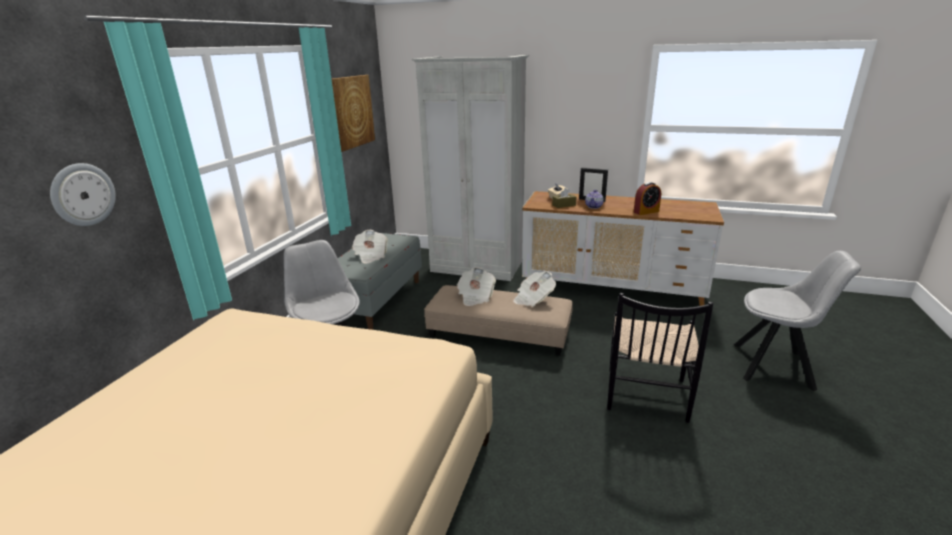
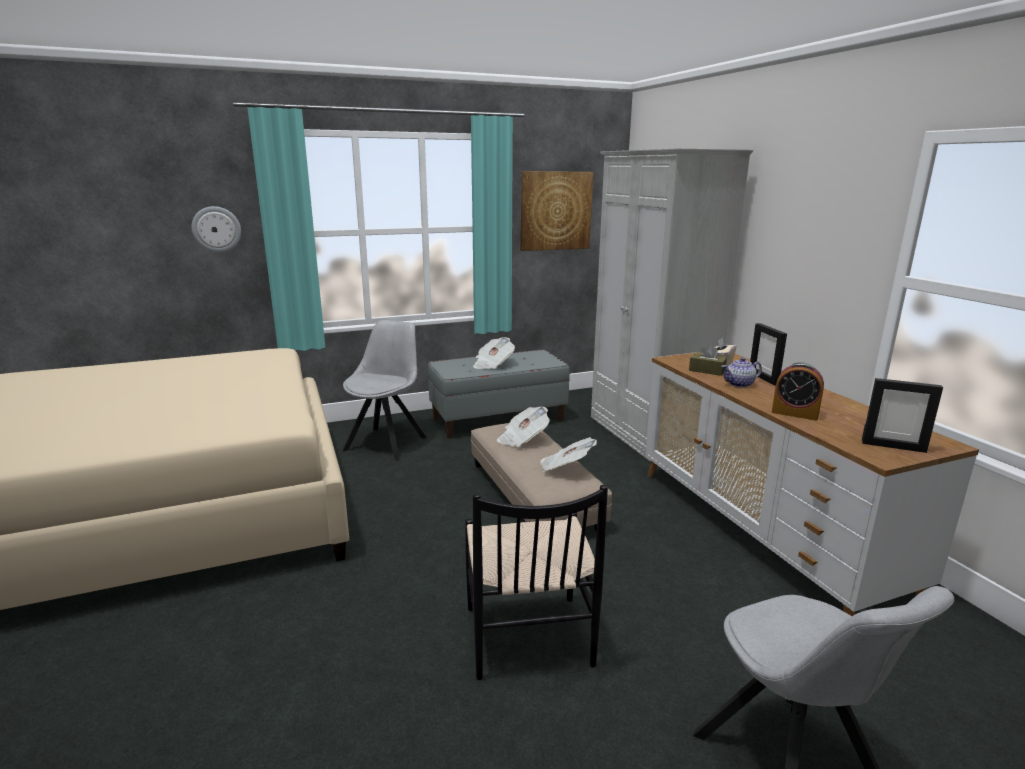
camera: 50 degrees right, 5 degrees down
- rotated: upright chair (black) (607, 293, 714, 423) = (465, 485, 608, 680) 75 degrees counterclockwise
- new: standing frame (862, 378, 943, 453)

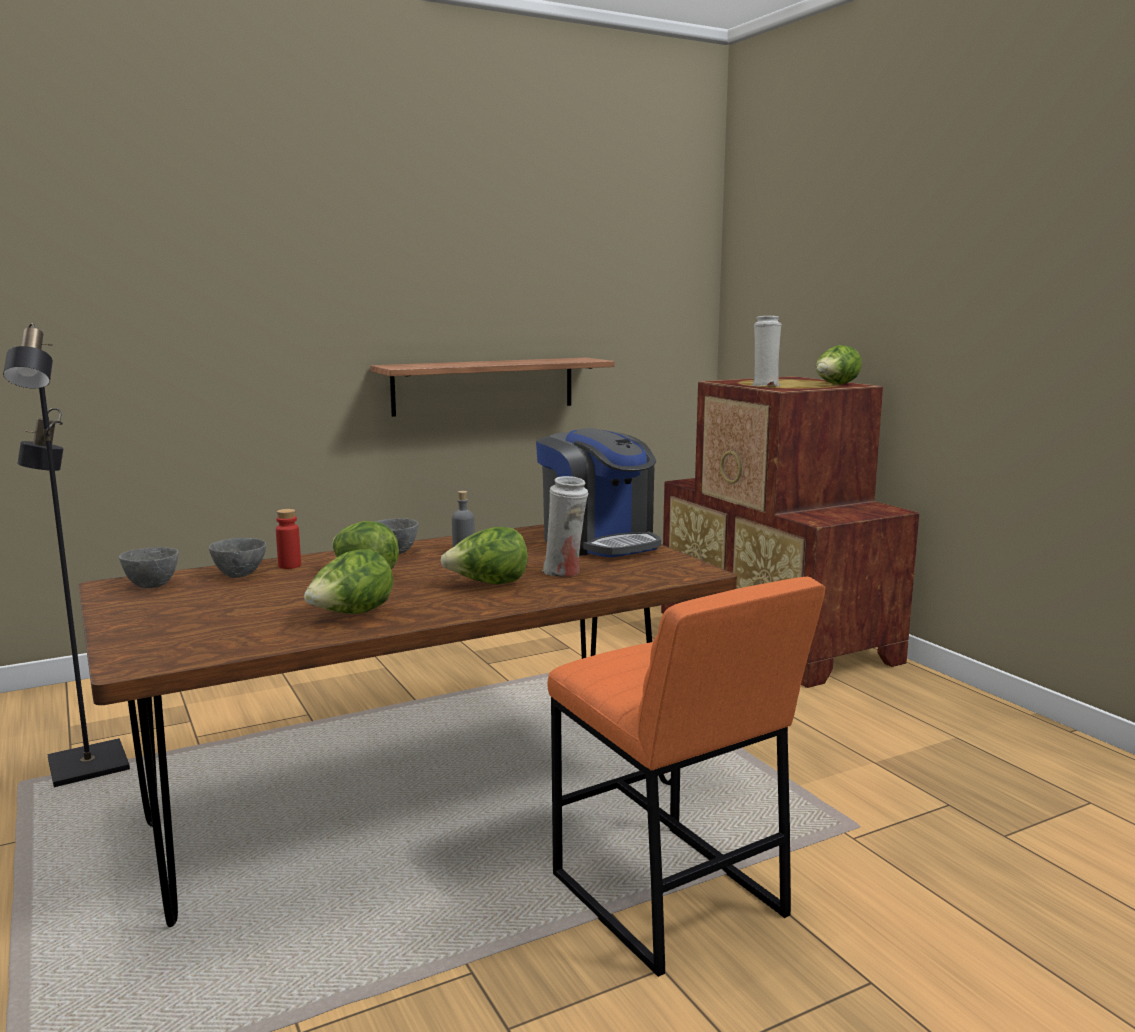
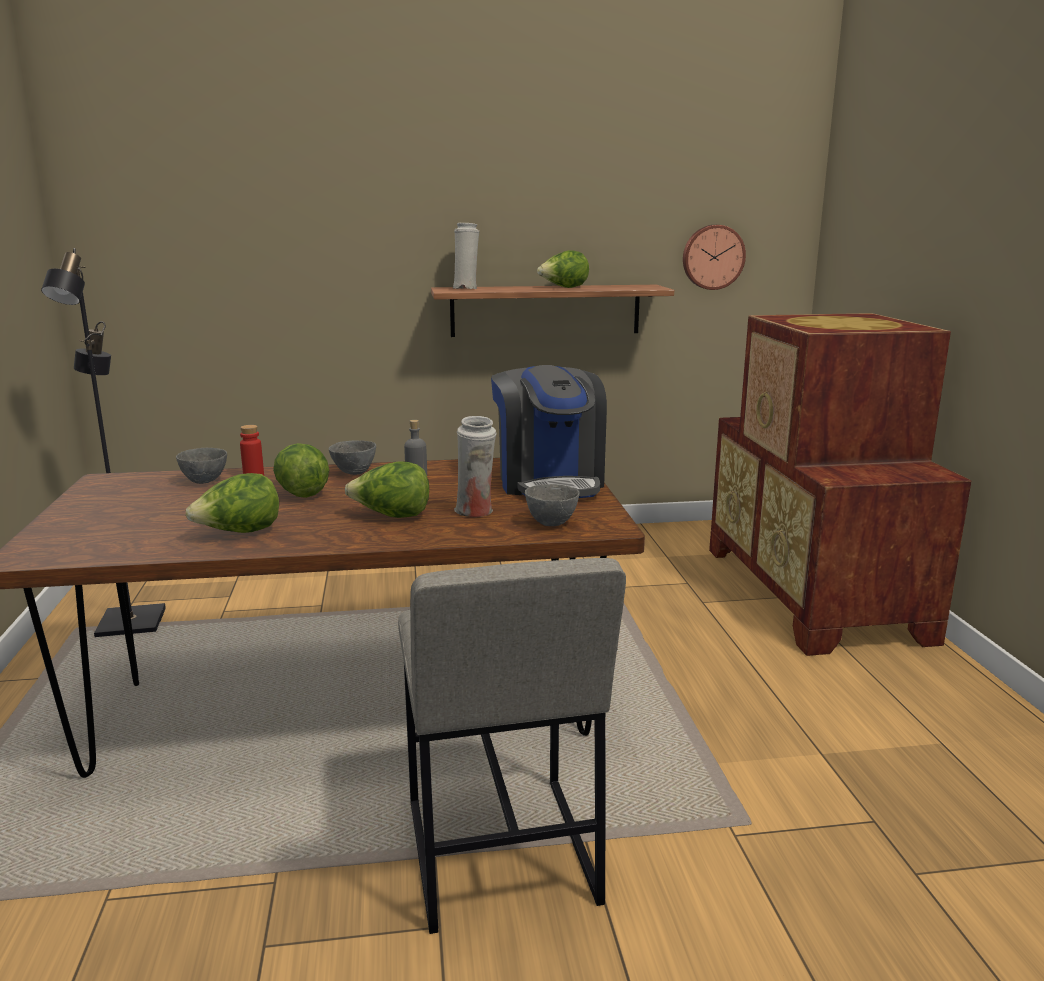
camera: 20 degrees right, 5 degrees up
- shifted: serving bowl (greyish) (119, 547, 179, 588) to (525, 484, 580, 526)
- repainted: upright chair (orange) (548, 577, 825, 977) to upright chair (greyish) (398, 558, 626, 934)
- shifted: vase (white-coloured) (753, 316, 782, 386) to (453, 223, 479, 289)
- shifted: lettuce (816, 345, 862, 385) to (537, 250, 589, 288)
- new: hanging clock (683, 225, 746, 290)

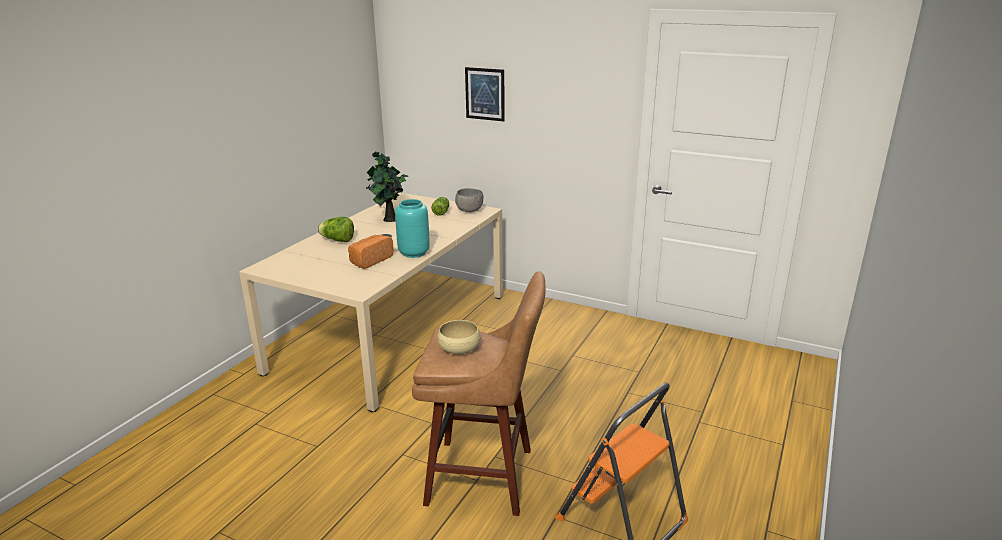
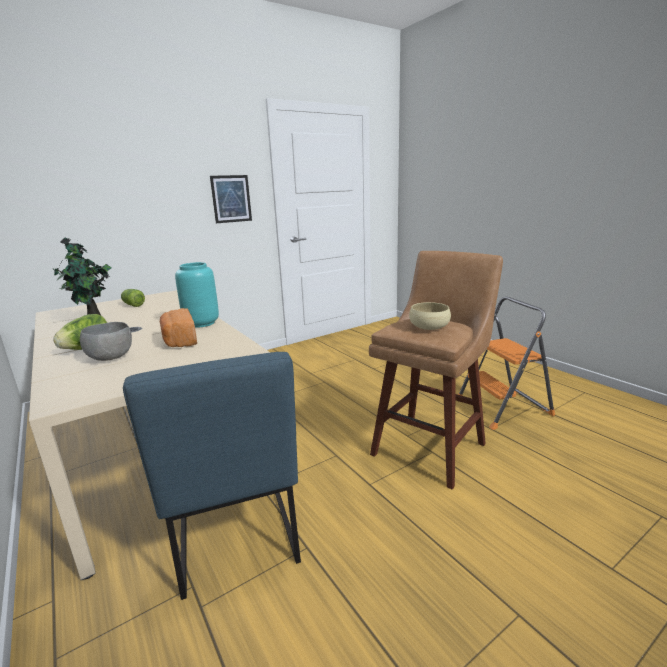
camera: 60 degrees left, 5 degrees down
- shifted: serving bowl (greyish) (455, 188, 483, 213) to (80, 322, 132, 361)
- shifted: wall art (465, 67, 505, 121) to (210, 175, 252, 223)
- new: upright chair (blue-coloured) (123, 352, 301, 600)

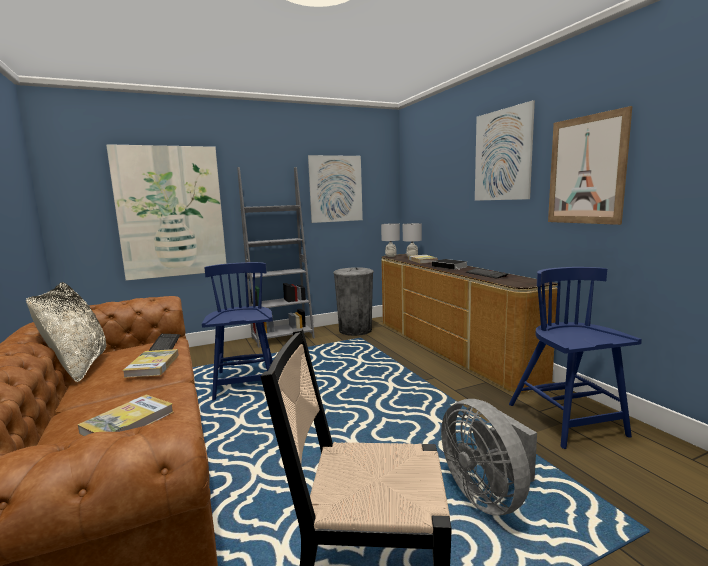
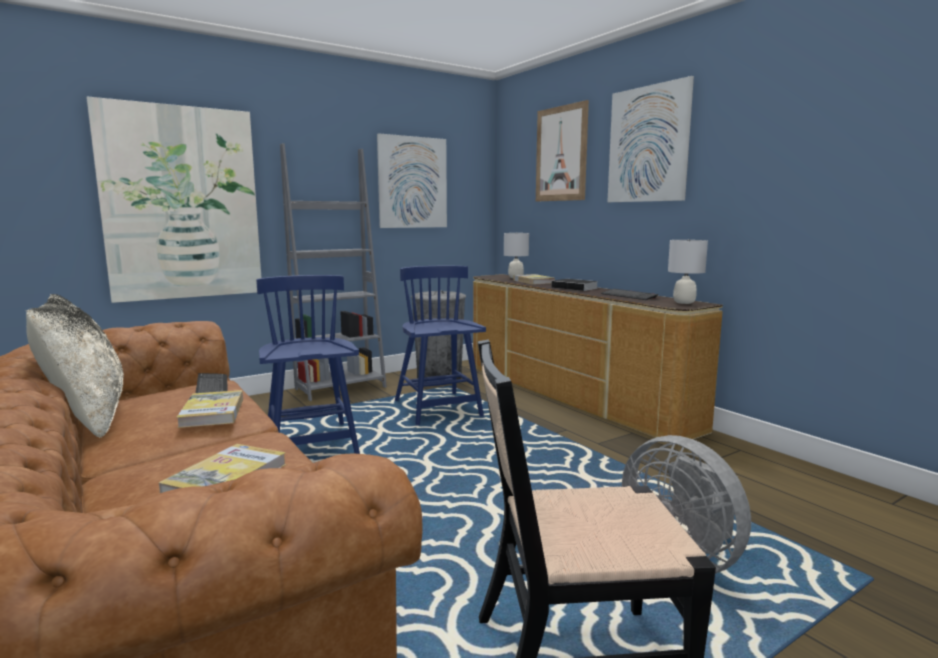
camera: 10 degrees left, 0 degrees up
- shifted: table lamp (greyish) (381, 223, 400, 257) to (668, 239, 708, 304)
- shifted: upright chair (blue-coloured) (509, 267, 642, 449) to (395, 266, 486, 425)
- shifted: wall art (548, 106, 632, 225) to (536, 100, 589, 201)

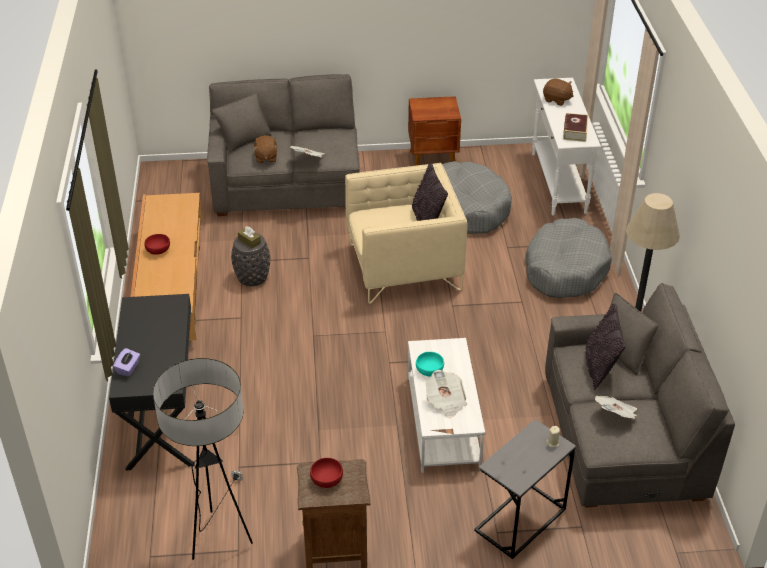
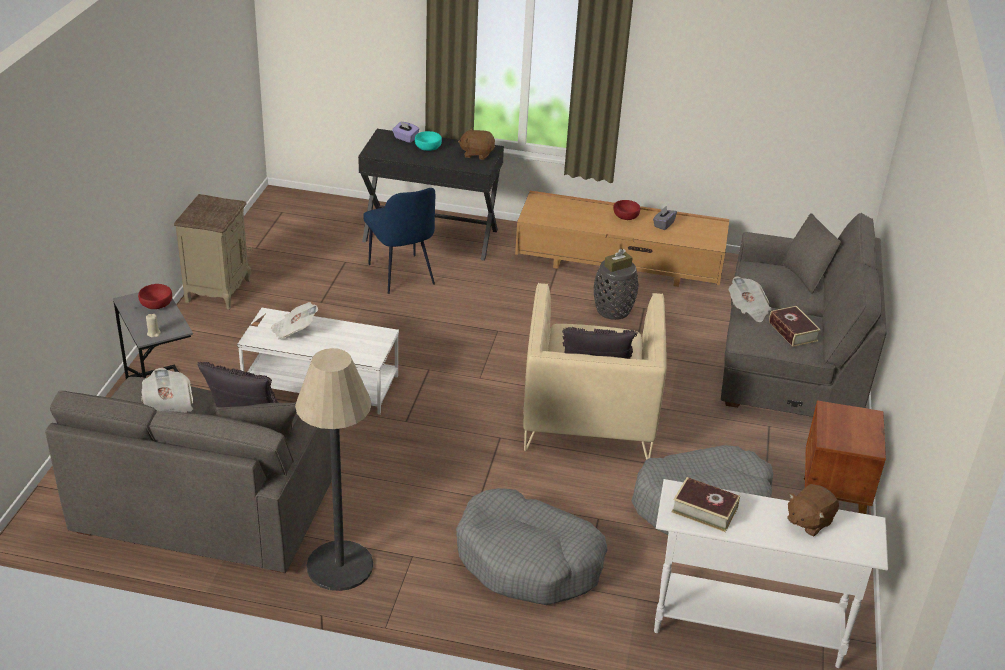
camera: 105 degrees right, 5 degrees down
- gone: standard lamp (153, 358, 253, 560)
- shifted: plush toy (brownish) (253, 135, 278, 163) to (458, 128, 495, 160)
- shifted: serving bowl (reddish) (310, 458, 343, 488) to (138, 284, 172, 309)
- shifted: serving bowl (blue-green) (416, 352, 444, 377) to (415, 131, 442, 151)
- new: upright chair (blue-coloured) (363, 188, 435, 294)
- new: tissue holder (greyish) (653, 206, 677, 230)
- new: book (769, 306, 821, 347)

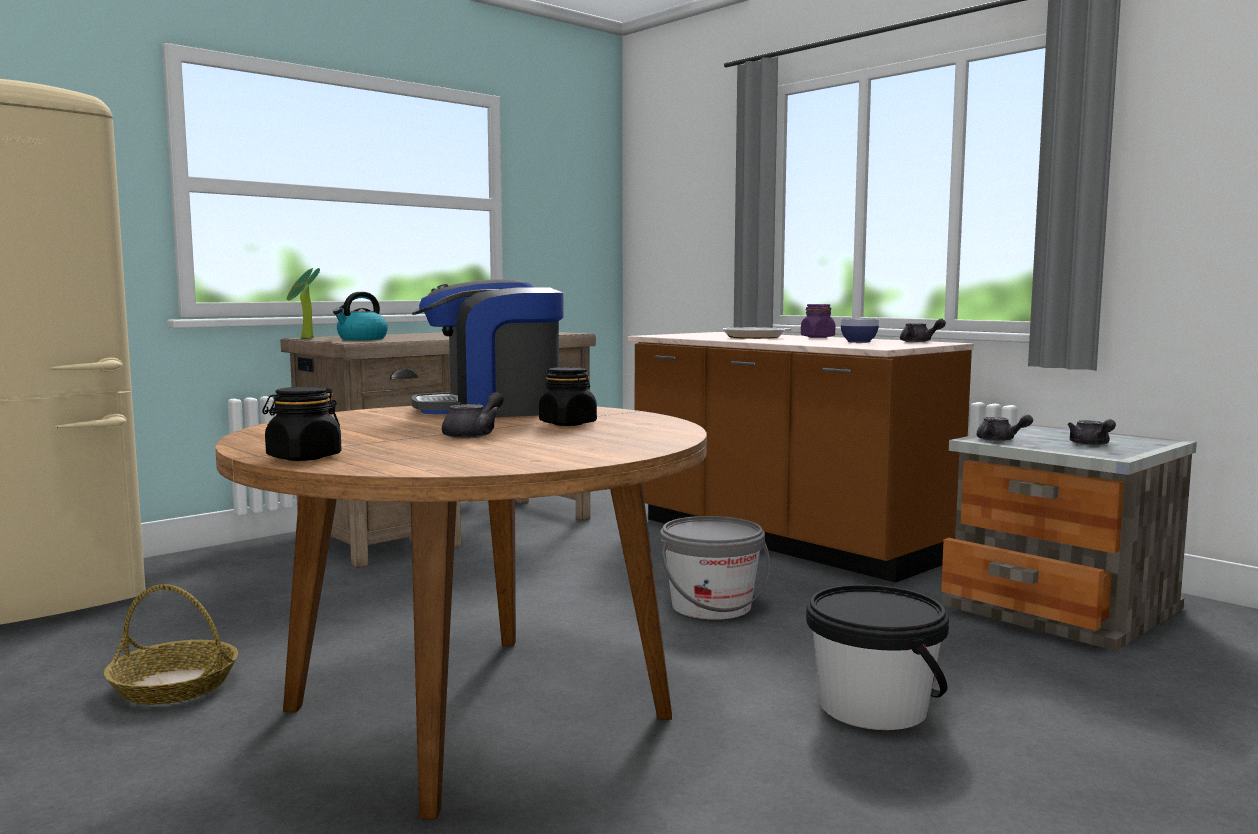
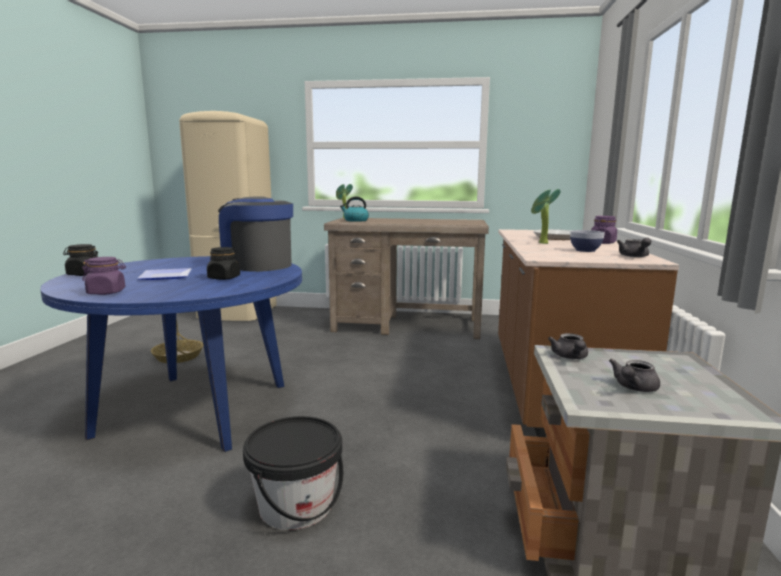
camera: 50 degrees right, 5 degrees up
- repainted: kitchen table (brownish) (215, 406, 707, 820) to kitchen table (blue-coloured) (40, 256, 302, 452)
- swapped: teapot (greyish) (442, 392, 504, 439) to flat dish (137, 268, 192, 280)
- gone: pail (greyish) (660, 516, 770, 620)
- new: storage jar (purplish) (82, 257, 126, 295)
- new: potted plant (531, 189, 561, 244)

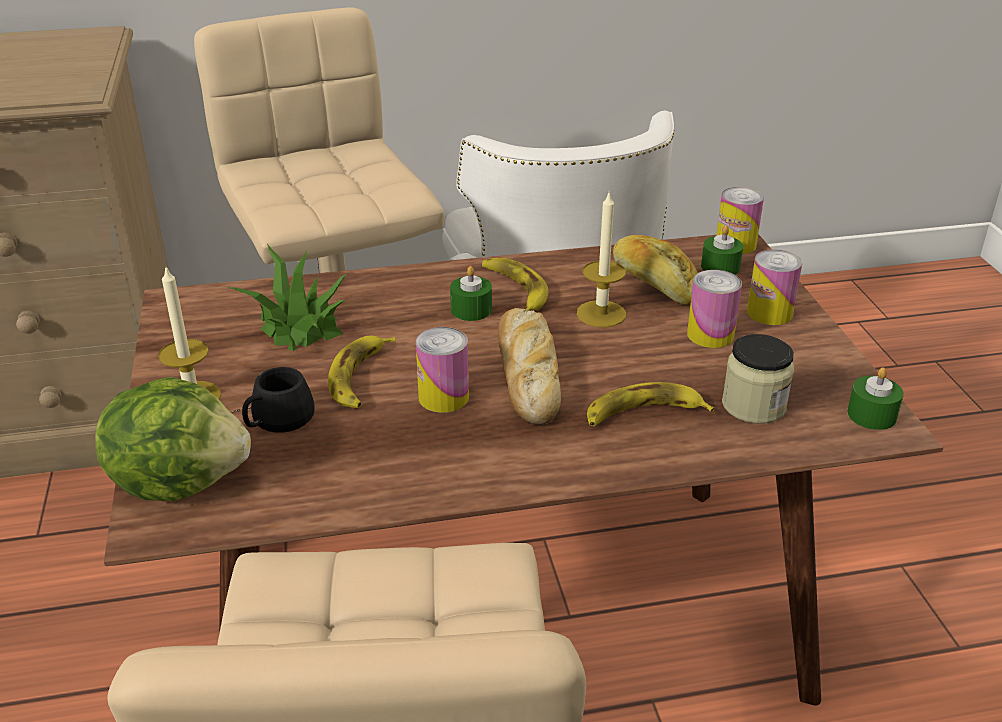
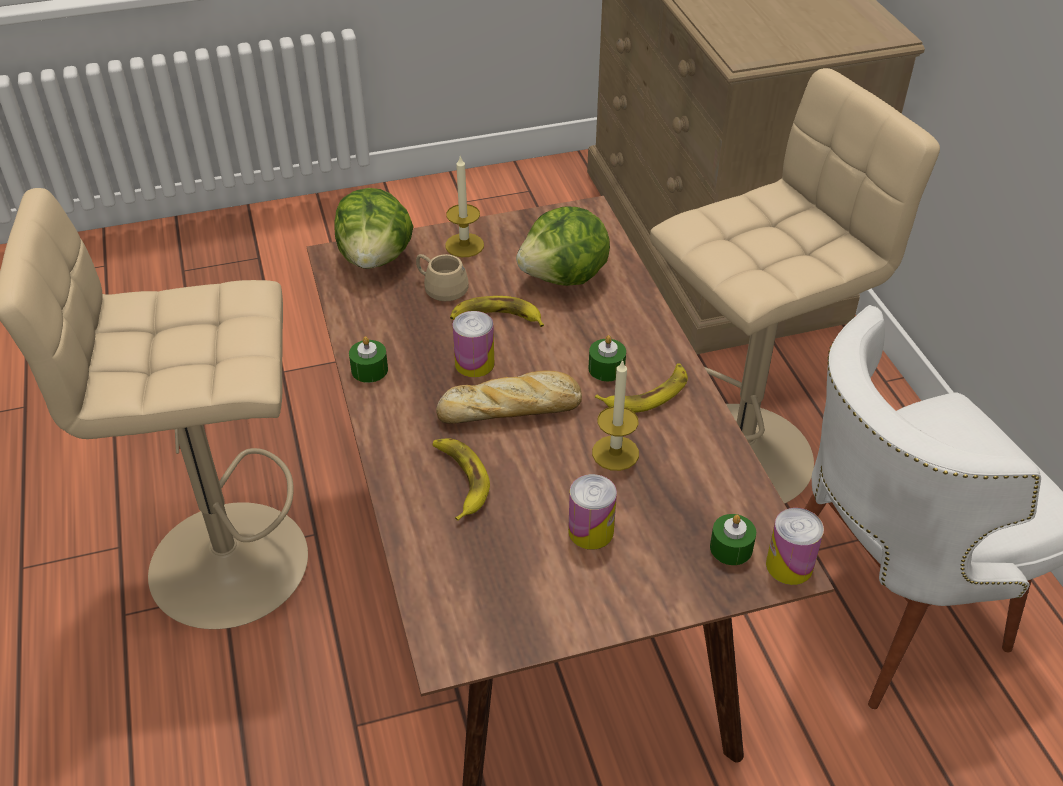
camera: 85 degrees right, 10 degrees up
- swapped: potted plant (227, 244, 346, 351) to lettuce (516, 207, 610, 286)
- repainted: coffee mug (black) (235, 367, 315, 433) to coffee mug (sand-coloured) (416, 254, 468, 301)
- gone: bread (613, 235, 698, 305)
- gone: storage jar (722, 334, 794, 424)
- gone: metal can (747, 249, 802, 325)
- shifted: wax light (greenish) (847, 367, 904, 430) to (349, 336, 388, 383)

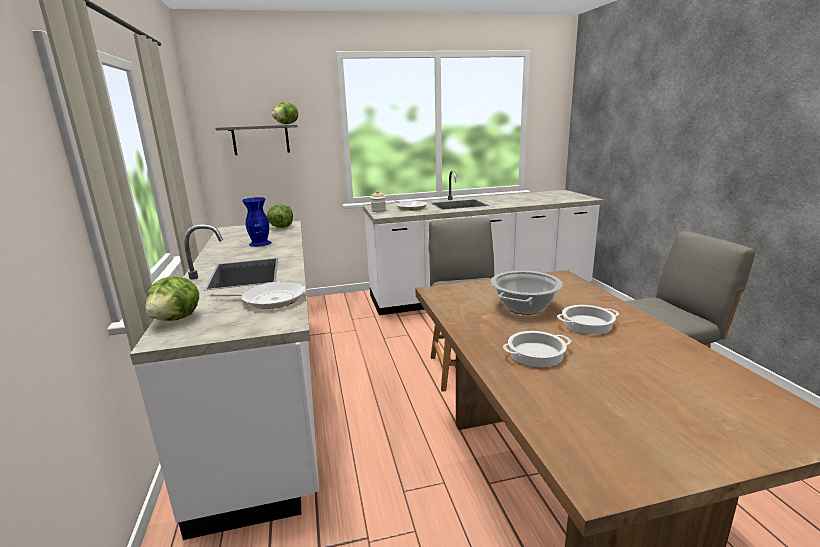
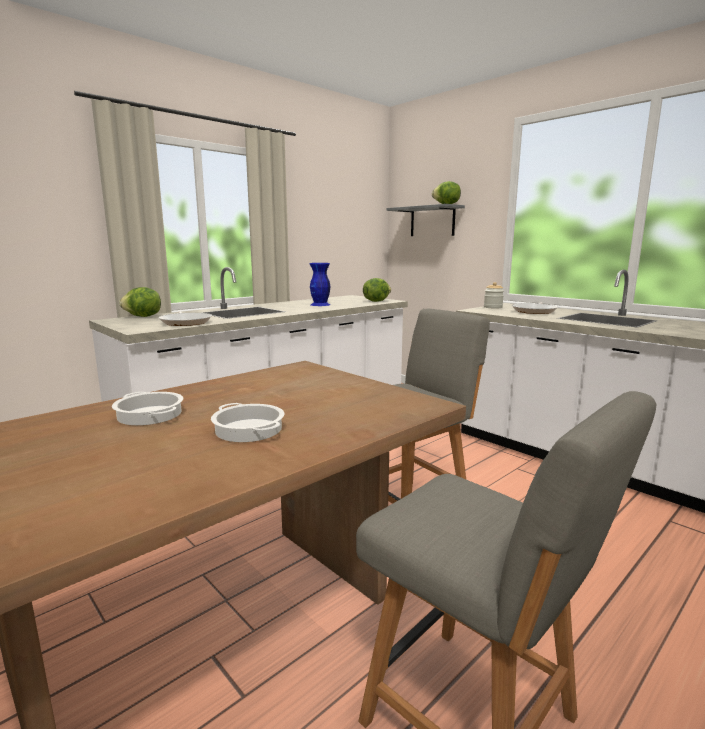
camera: 60 degrees right, 5 degrees down
- gone: saucepot (491, 271, 563, 315)

